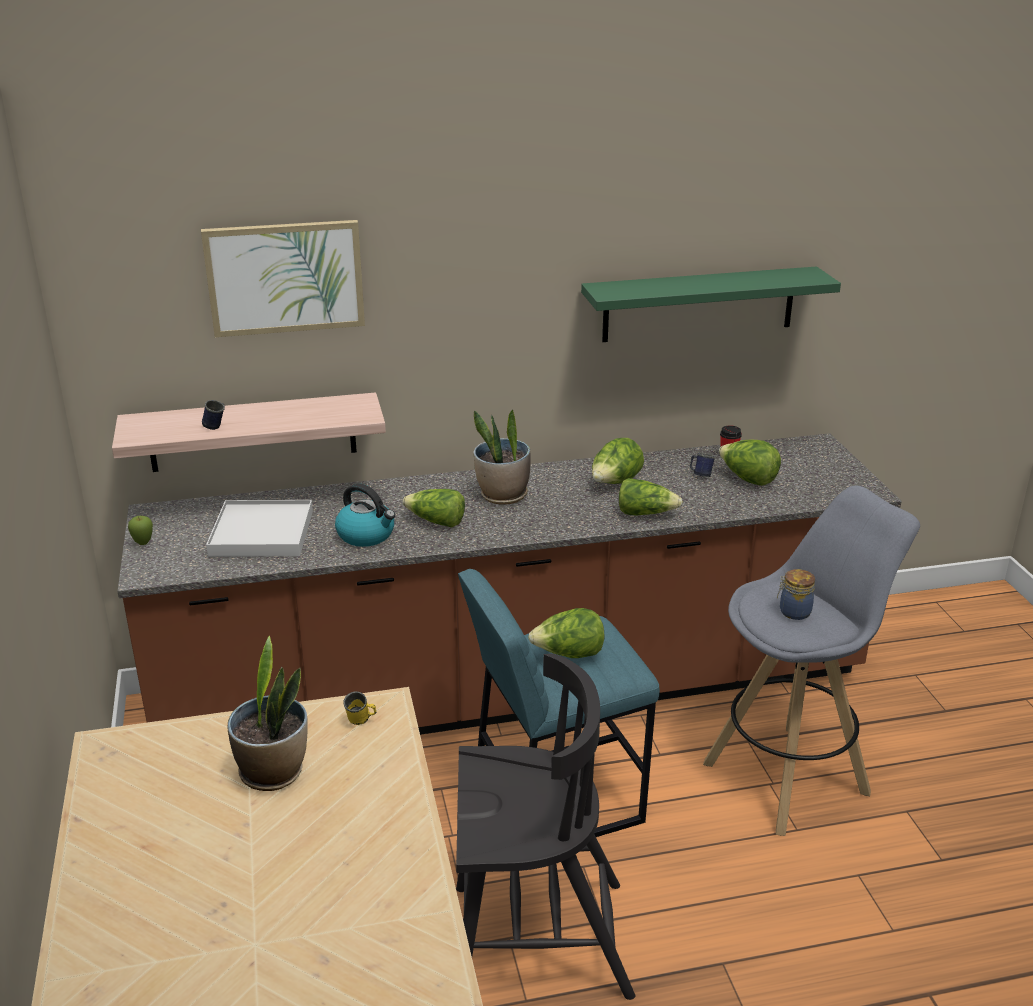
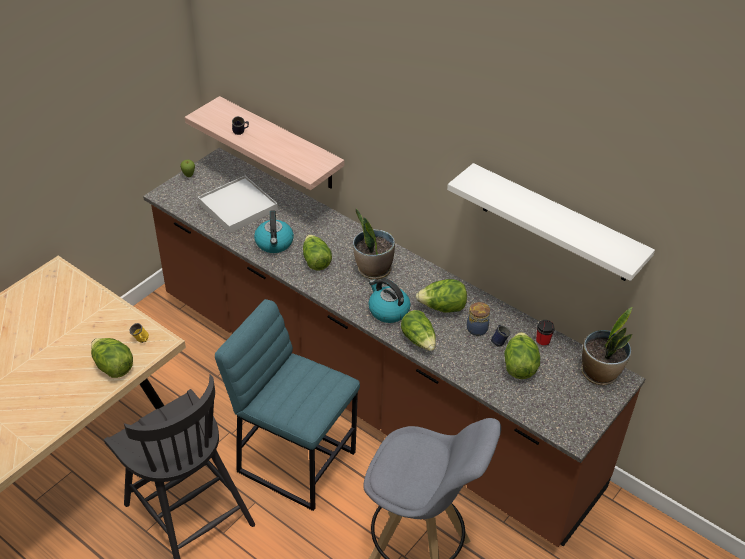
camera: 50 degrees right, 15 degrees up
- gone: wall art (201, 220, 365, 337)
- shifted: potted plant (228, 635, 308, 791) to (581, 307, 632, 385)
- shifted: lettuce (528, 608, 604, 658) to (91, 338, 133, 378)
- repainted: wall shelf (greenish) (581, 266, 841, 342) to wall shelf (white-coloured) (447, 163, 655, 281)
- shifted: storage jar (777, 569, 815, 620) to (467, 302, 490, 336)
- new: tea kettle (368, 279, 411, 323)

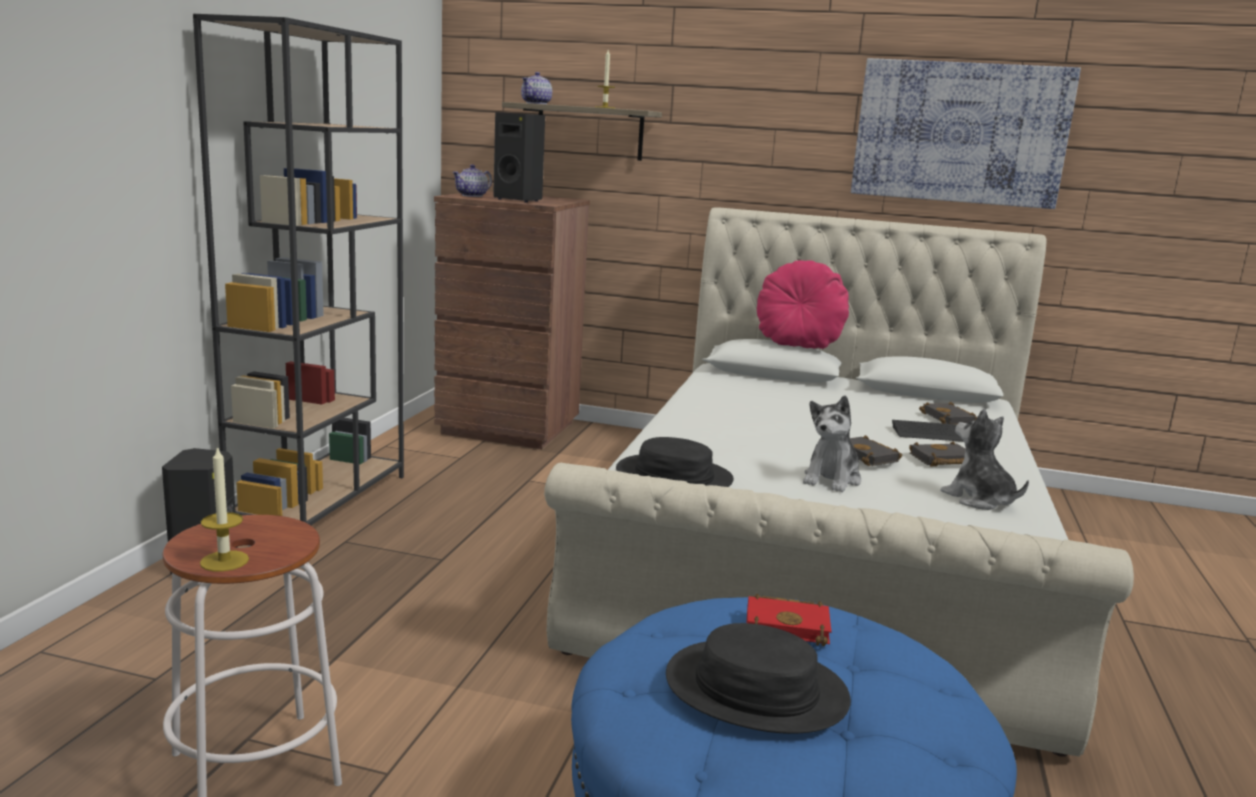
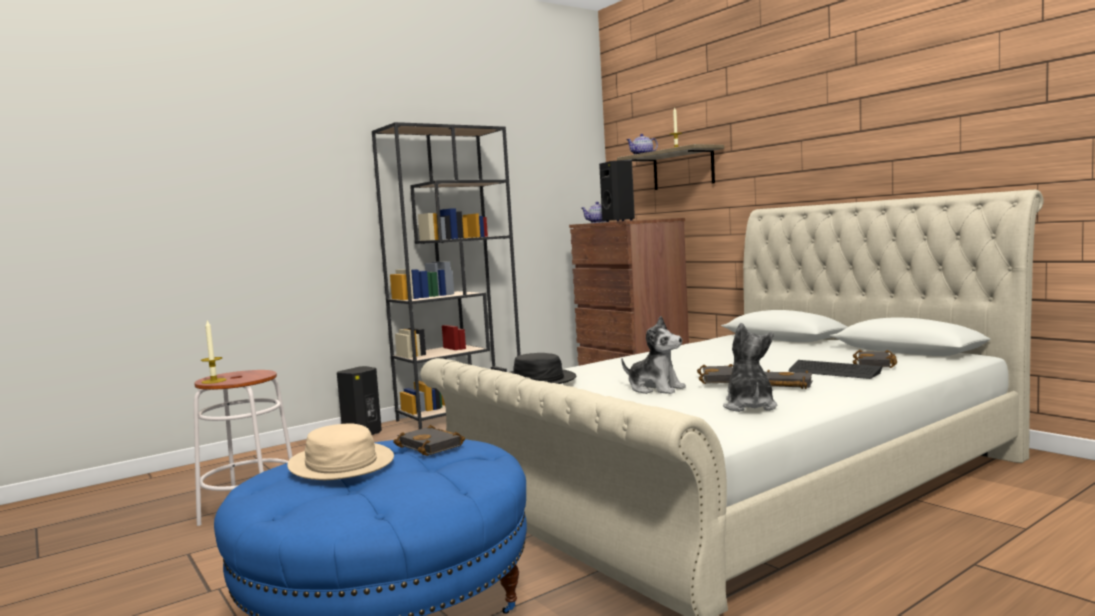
camera: 40 degrees right, 10 degrees down
- repainted: wearable hat (black) (666, 623, 851, 734) to wearable hat (sand-coloured) (287, 423, 394, 480)
- repainted: book (reddish) (746, 593, 832, 646) to book (black) (393, 425, 465, 456)
- gone: pillow (pink-coloured) (757, 260, 849, 349)
- rotated: plush toy (803, 395, 861, 492) = (621, 316, 686, 394) 120 degrees counterclockwise
- gone: wall art (851, 58, 1081, 209)

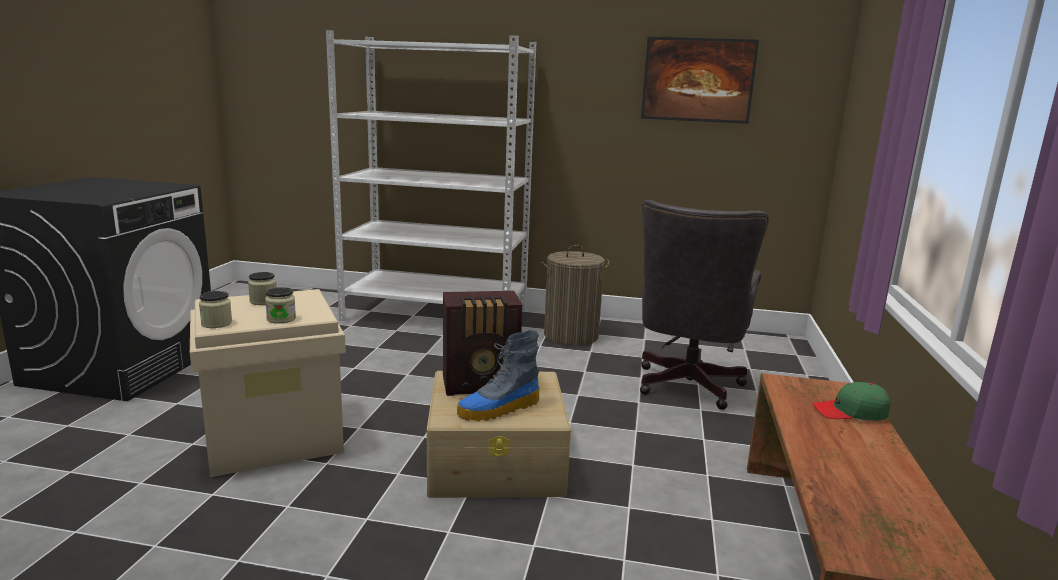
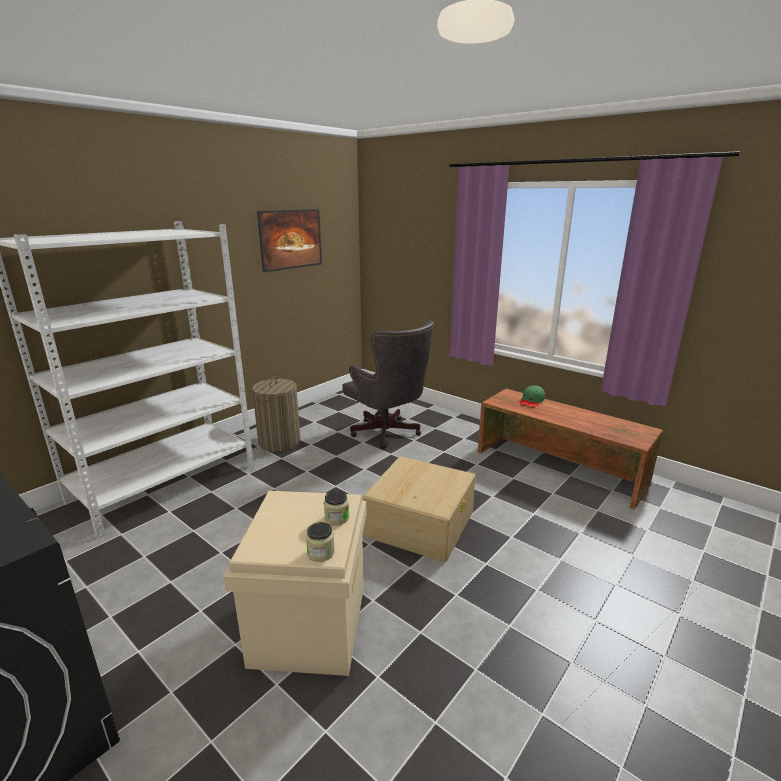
camera: 60 degrees left, 5 degrees up
- gone: storage jar (248, 272, 276, 305)
- gone: radio set (443, 291, 522, 396)
- gone: boot (457, 330, 540, 422)

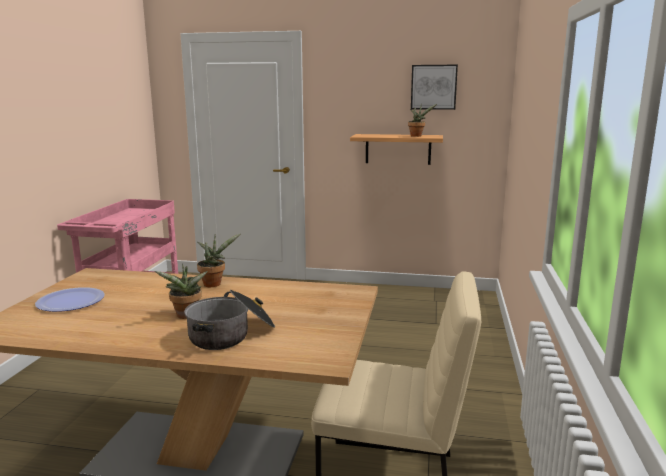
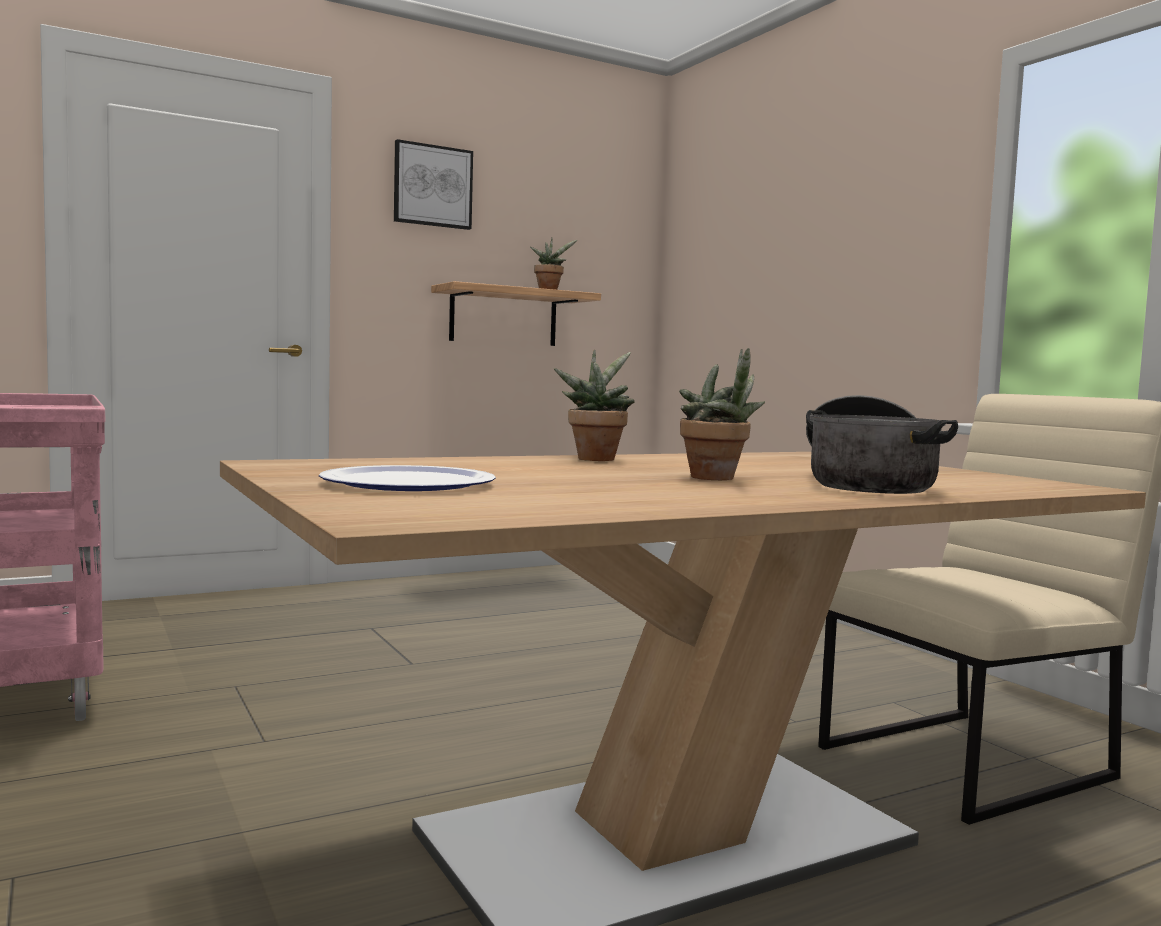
camera: 40 degrees left, 10 degrees down
- shifted: wall art (411, 65, 458, 110) to (394, 139, 473, 230)

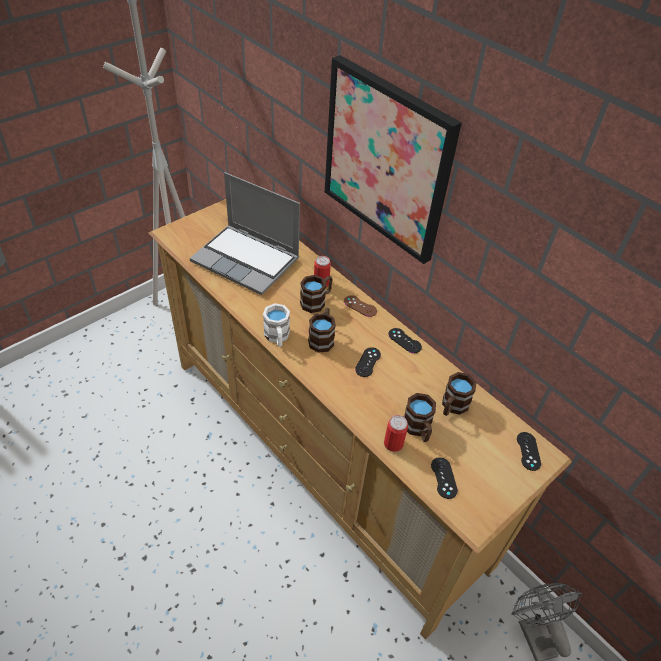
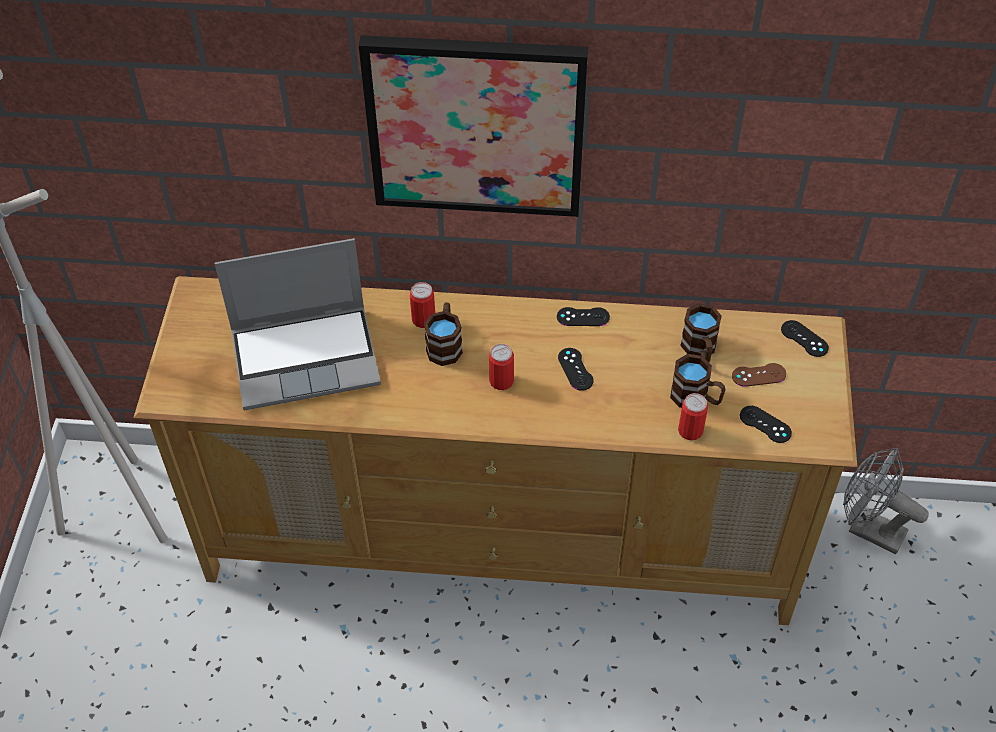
camera: 40 degrees left, 5 degrees up
- gone: coffee mug (white-coloured) (263, 303, 290, 347)
- swapped: coffee mug (brownish) (308, 308, 336, 353) to metal can (489, 344, 514, 390)
- shifted: joypad (brownish) (344, 295, 377, 317) to (732, 363, 786, 387)

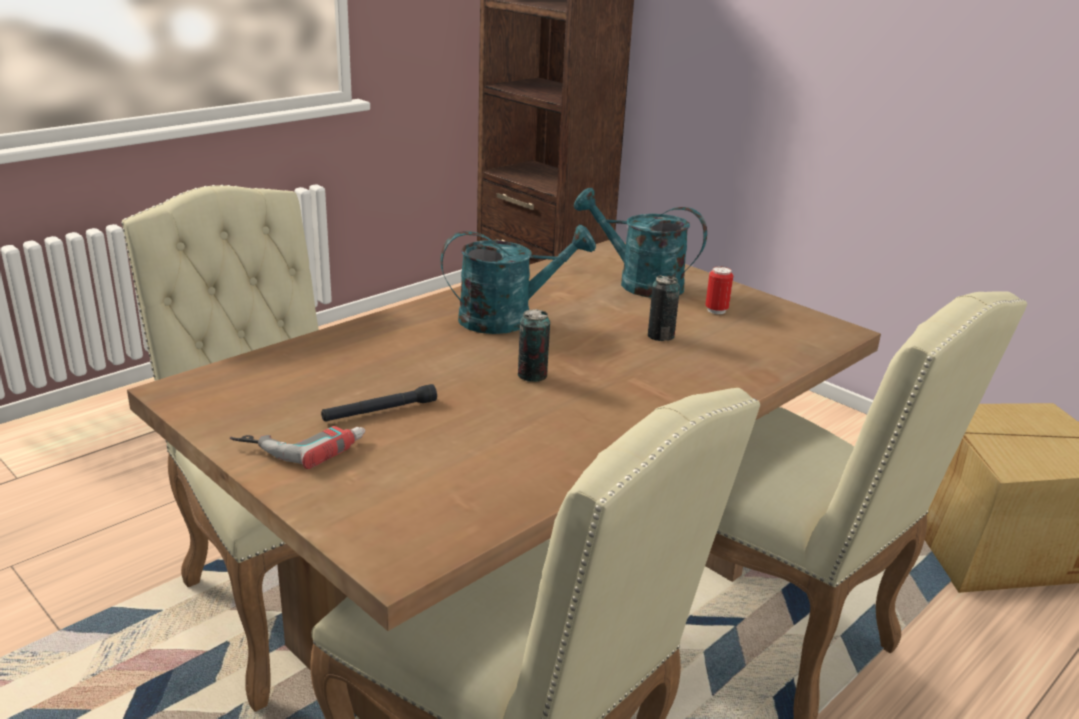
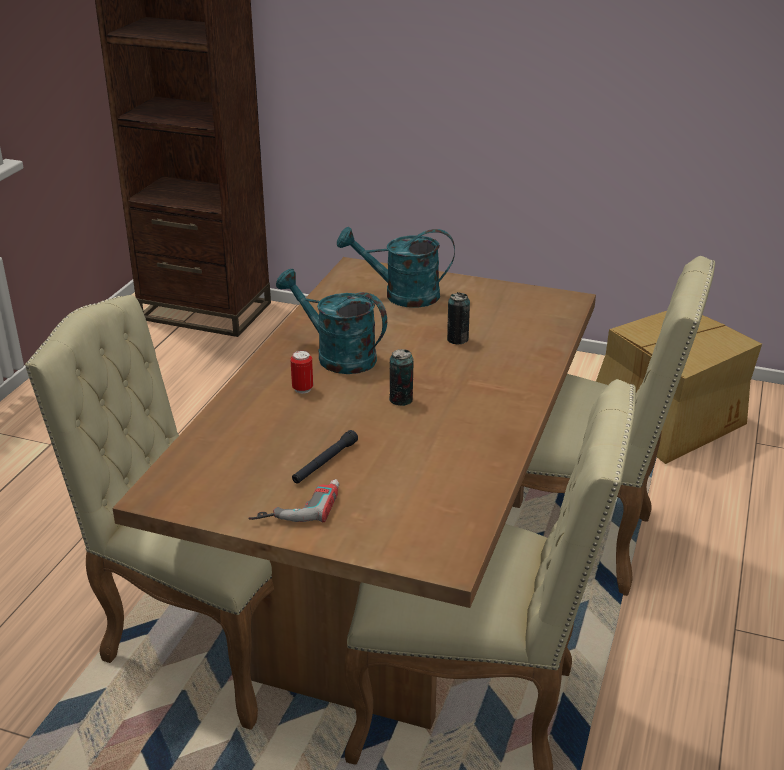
camera: 25 degrees left, 5 degrees up
- rotated: sprinkling can (blue-green) (440, 225, 596, 334) = (276, 269, 387, 374) 105 degrees counterclockwise
- shifted: metal can (705, 266, 733, 314) to (290, 350, 313, 394)

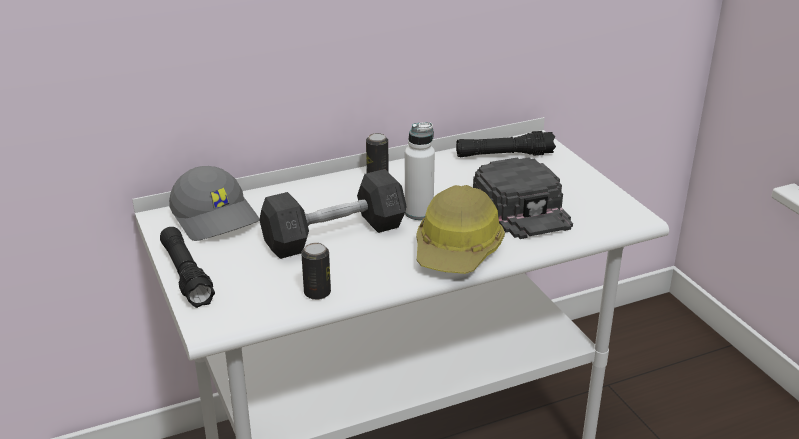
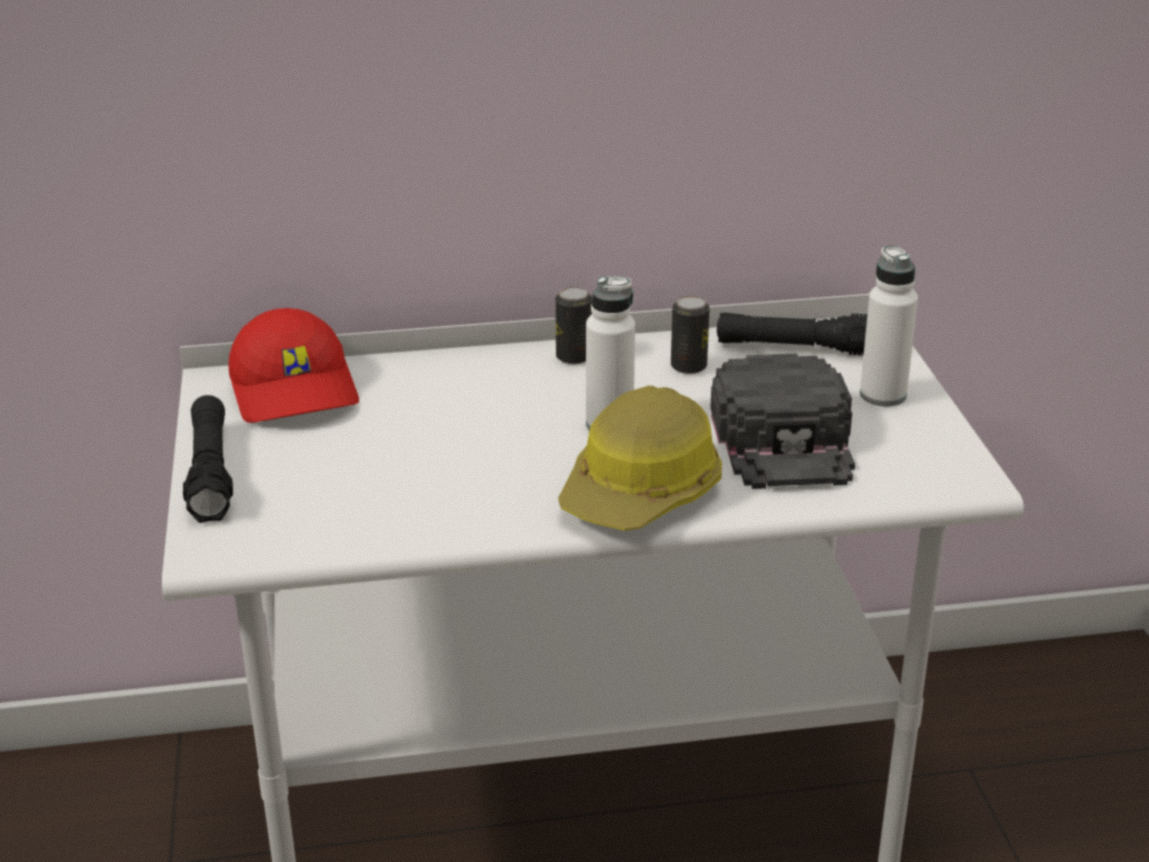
camera: 15 degrees right, 0 degrees up
- repainted: baseball cap (greyish) (169, 166, 259, 241) to baseball cap (reddish) (228, 308, 359, 423)
- gone: hand weight (greyish) (259, 169, 407, 259)
- shifted: metal can (301, 243, 331, 300) to (671, 296, 710, 374)
- new: drink bottle (white-coloured) (860, 246, 918, 406)

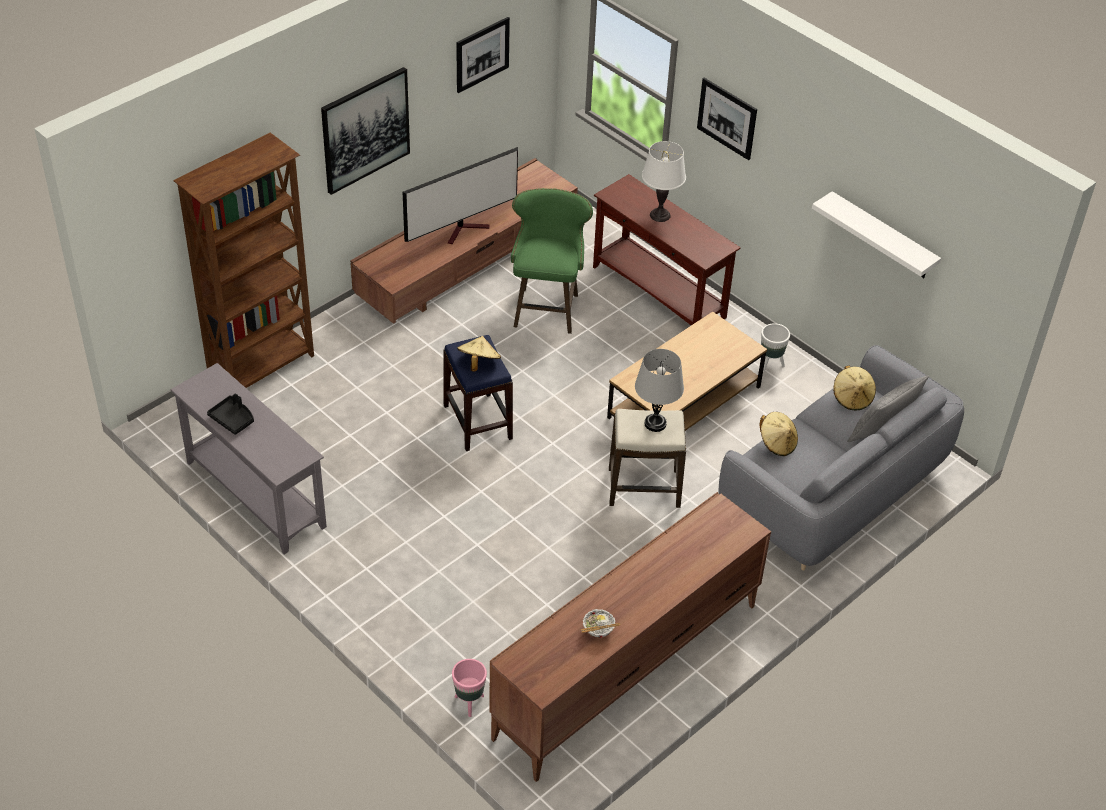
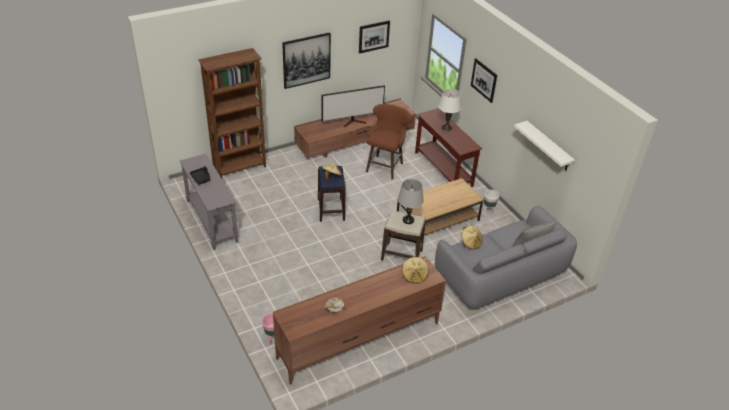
camera: 15 degrees right, 5 degrees down
- repainted: stool (greenish) (511, 188, 593, 334) to stool (brownish) (366, 104, 411, 180)
- shifted: wearable hat (sand-coloured) (833, 366, 876, 411) to (402, 256, 429, 284)

